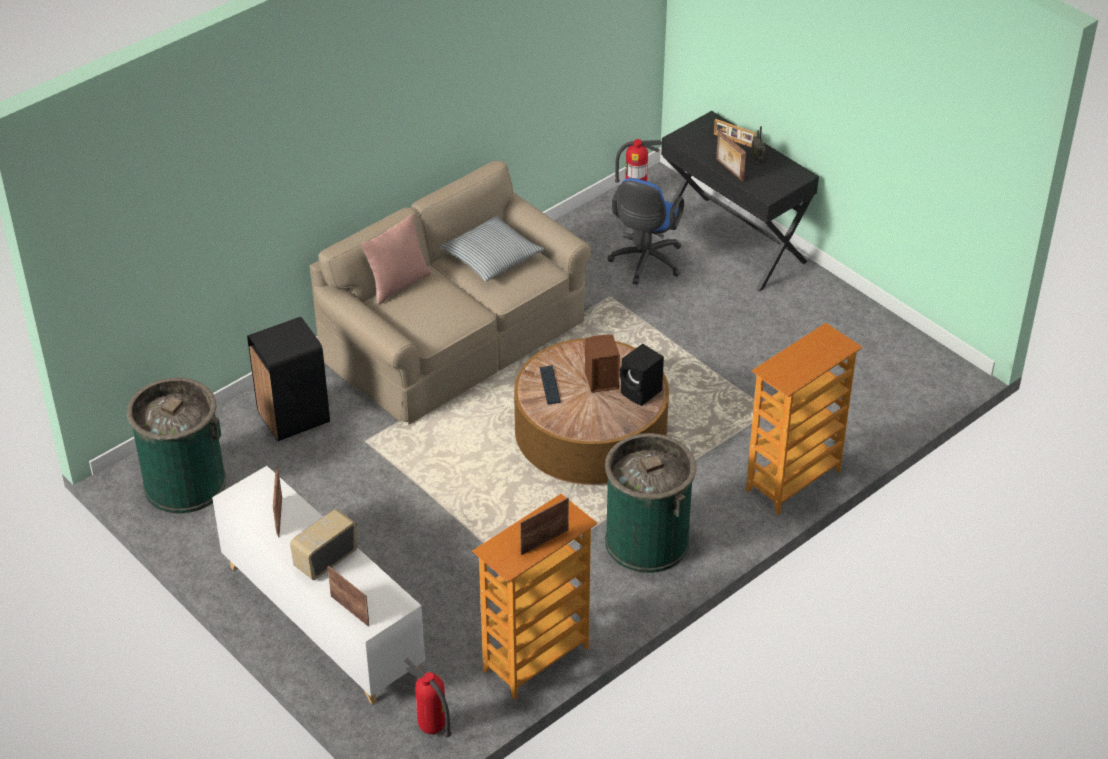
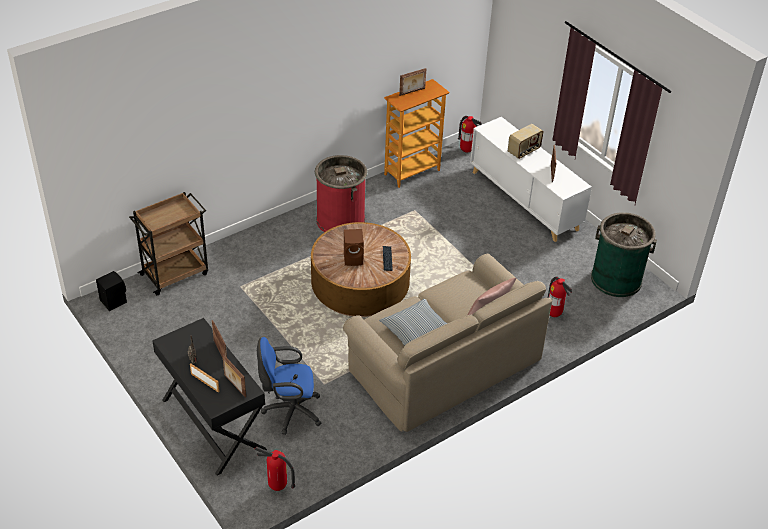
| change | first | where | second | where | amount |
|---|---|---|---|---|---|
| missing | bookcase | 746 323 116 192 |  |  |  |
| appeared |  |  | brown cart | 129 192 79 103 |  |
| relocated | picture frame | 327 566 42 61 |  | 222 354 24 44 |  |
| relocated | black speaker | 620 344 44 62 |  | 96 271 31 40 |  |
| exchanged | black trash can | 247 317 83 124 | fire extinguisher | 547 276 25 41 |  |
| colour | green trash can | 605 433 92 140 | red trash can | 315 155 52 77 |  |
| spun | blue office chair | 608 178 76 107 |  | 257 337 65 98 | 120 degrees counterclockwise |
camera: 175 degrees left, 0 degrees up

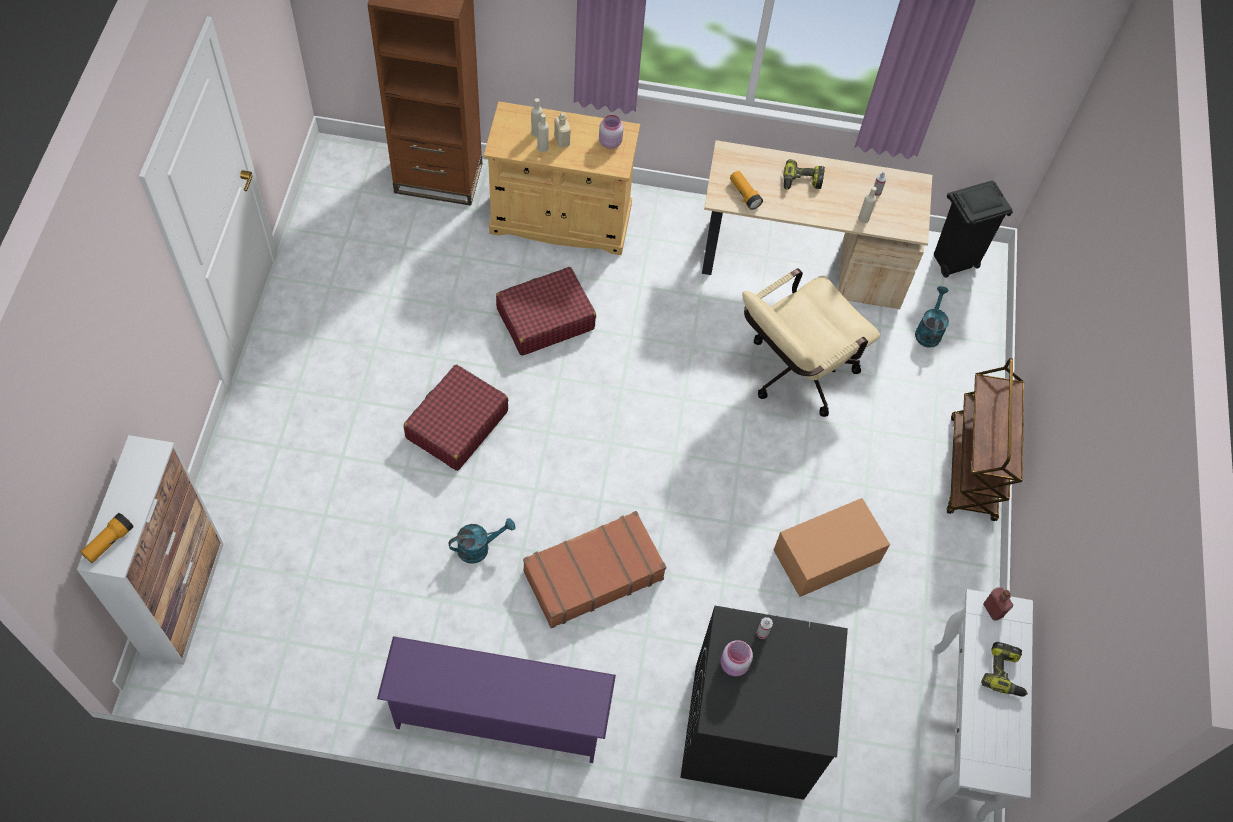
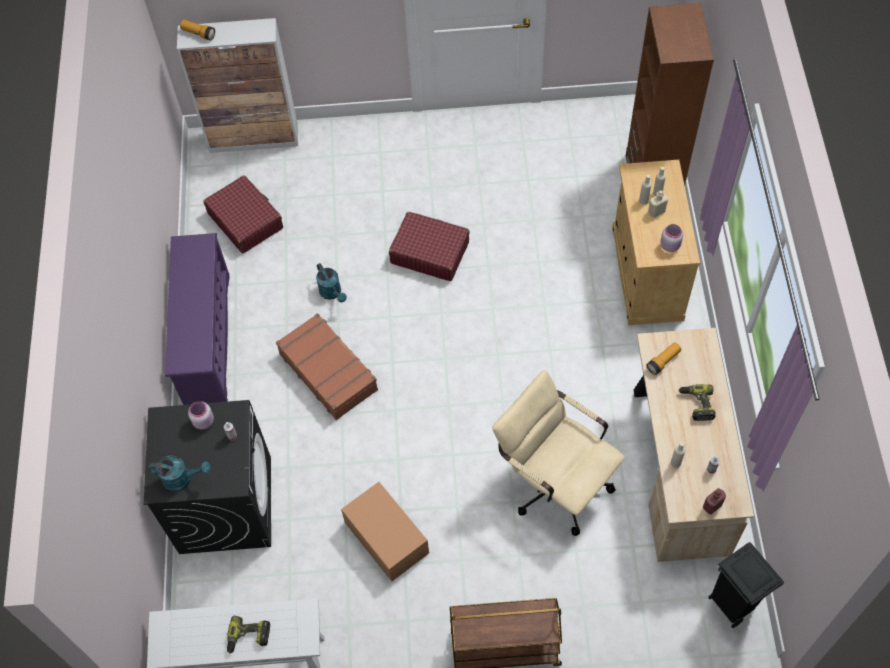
| change | first | where | second | where | amount |
|---|---|---|---|---|---|
| relocated | red suitcase | 496 267 100 89 |  | 203 175 80 79 |  |
| relocated | turquoise watering can | 915 286 34 62 |  | 148 456 63 36 |  |
| relocated | red bottle | 983 587 30 34 |  | 703 488 23 26 |  |
camera: 85 degrees right, 0 degrees up

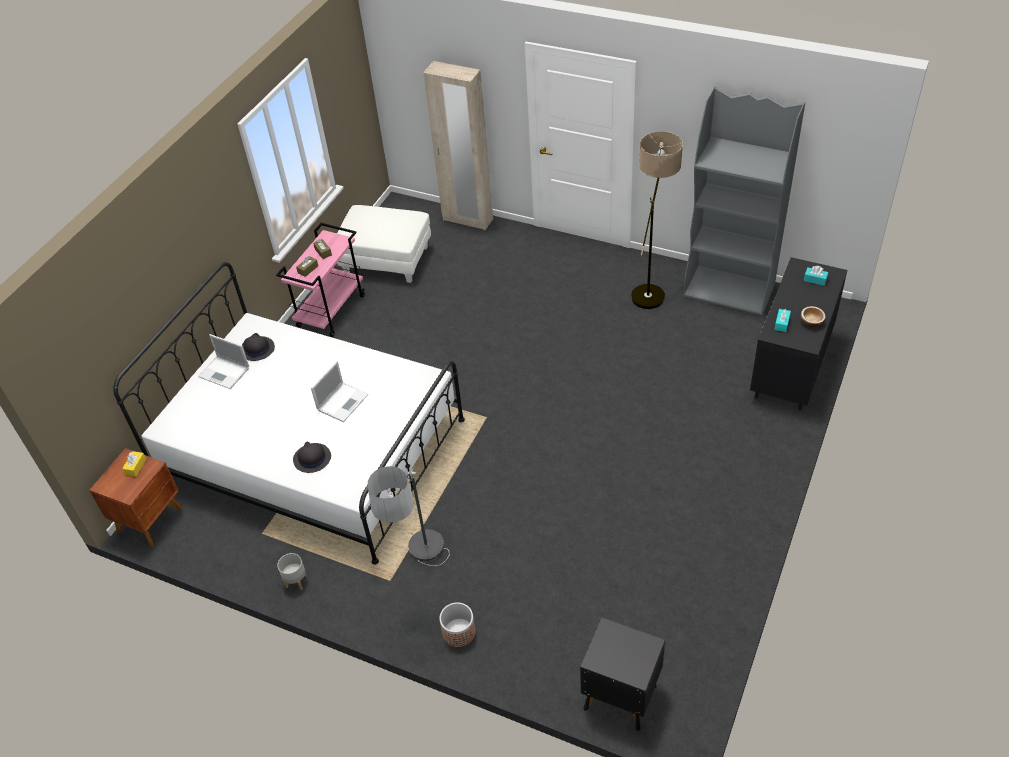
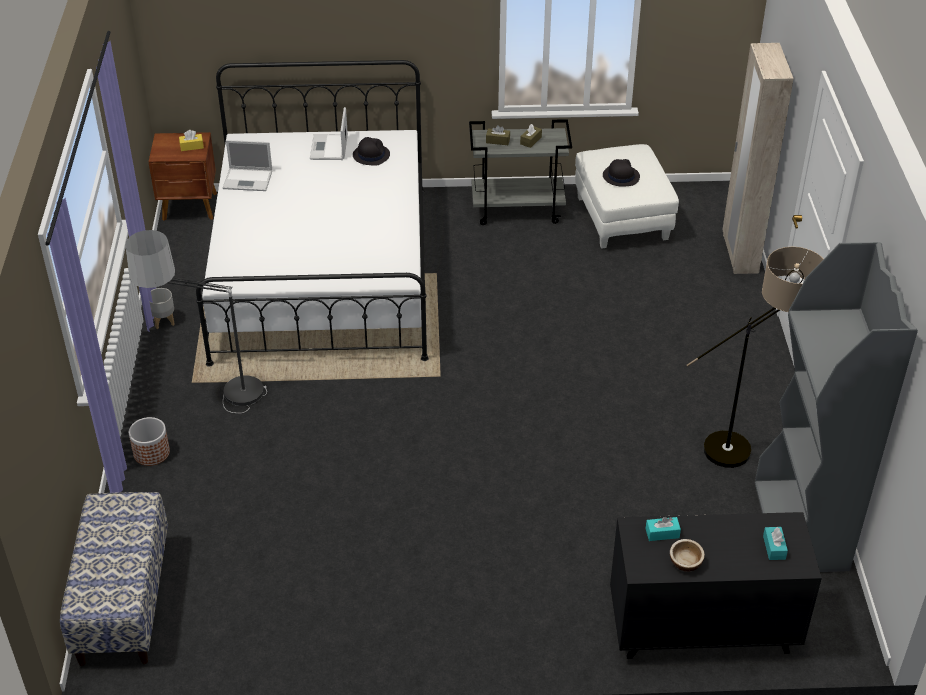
| change | first | where | second | where | amount |
|---|---|---|---|---|---|
| relocated | black hat | 293 442 38 31 |  | 603 159 37 28 |  |
| relocated | laptop | 311 361 57 61 |  | 223 140 49 51 |  |
| exchanged | black nightstand | 580 617 85 114 | bench | 60 492 108 174 |  |
| colour | pink cart | 276 223 89 114 | grey cart | 469 119 103 106 |  |
camera: 60 degrees right, 5 degrees down

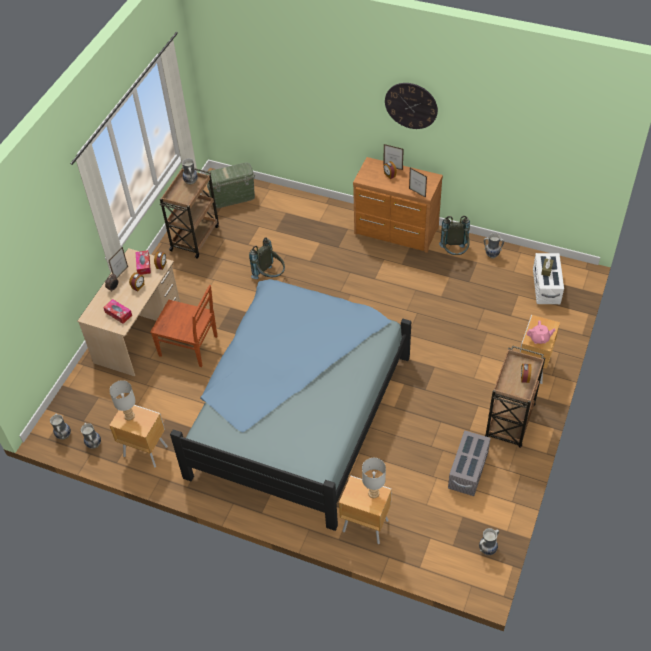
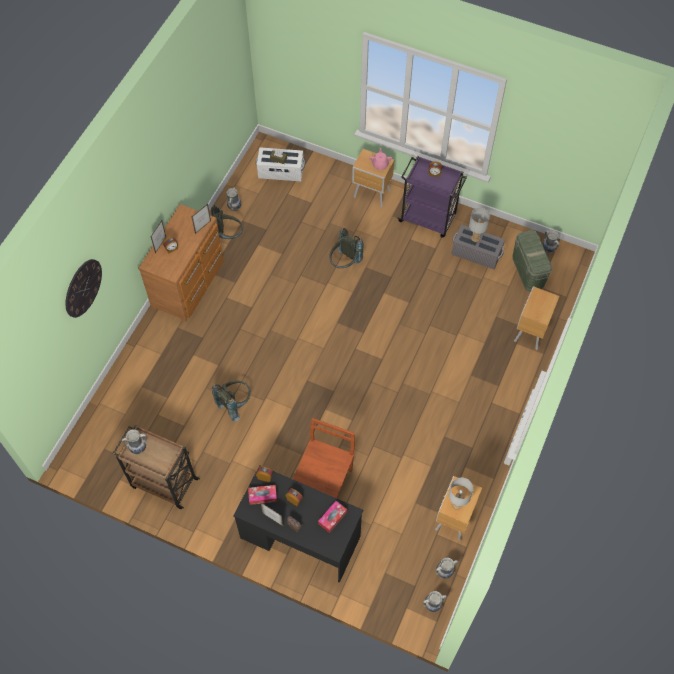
| change | first | where | second | where | amount |
|---|---|---|---|---|---|
| missing | blue bed | 170 279 241 252 |  |  |  |
| appeared |  |  | grey backpack | 329 228 35 40 |  |
| relocated | green storage box | 206 162 49 46 |  | 512 230 40 61 |  |
| relocated | grey table lamp | 362 458 24 40 |  | 469 208 21 34 |  |
| relocated | wall clock | 385 83 53 46 |  | 65 259 37 59 |  |
| colour | beige desk | 77 248 103 129 | black desk | 233 465 130 118 |  |
| colour | brown cart | 485 346 60 102 | purple cart | 397 156 70 82 |  |
camera: 90 degrees left, 10 degrees up

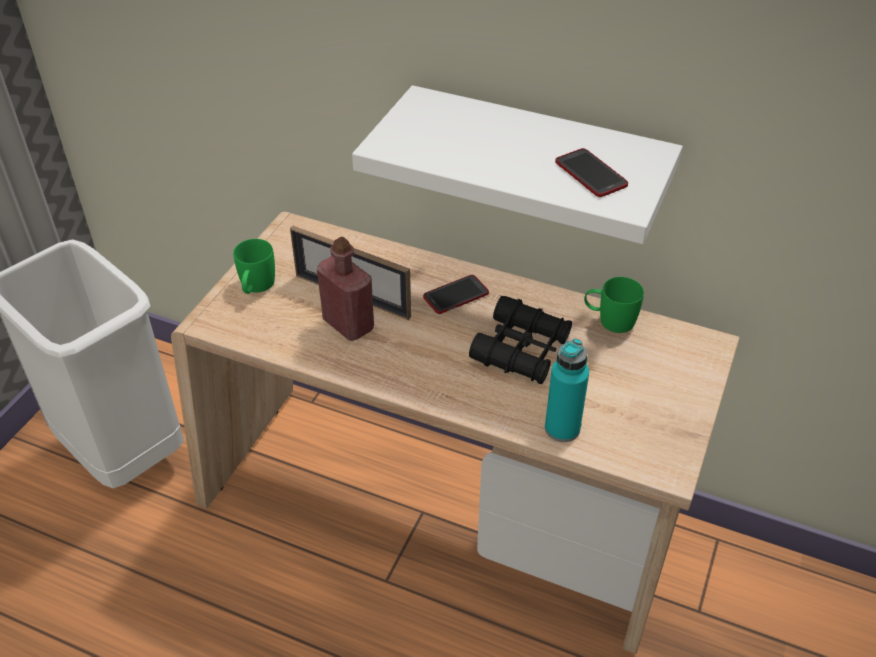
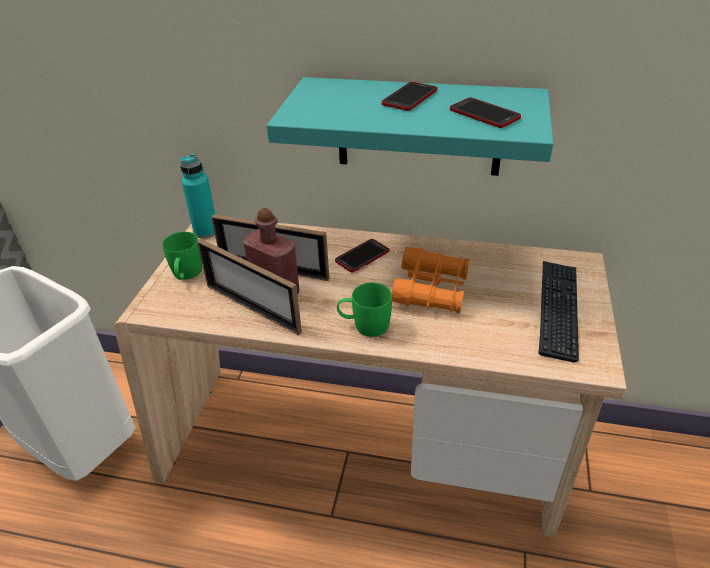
| change | first | where | second | where | amount |
|---|---|---|---|---|---|
| appeared |  |  | picture frame | 197 239 105 96 |  |
| appeared |  |  | phone | 382 82 55 29 |  |
| appeared |  |  | keyboard | 538 261 41 102 |  |
| relocated | turquoise bottle | 545 338 44 104 |  | 180 153 35 85 |  |
| relocated | green mug | 584 277 60 56 |  | 337 282 55 55 |  |
| colour | white shelf | 352 85 331 159 | turquoise shelf | 267 77 287 99 |  |
| colour | black binoculars | 469 296 103 88 | orange binoculars | 392 247 78 66 |  |
camera: 10 degrees left, 5 degrees down

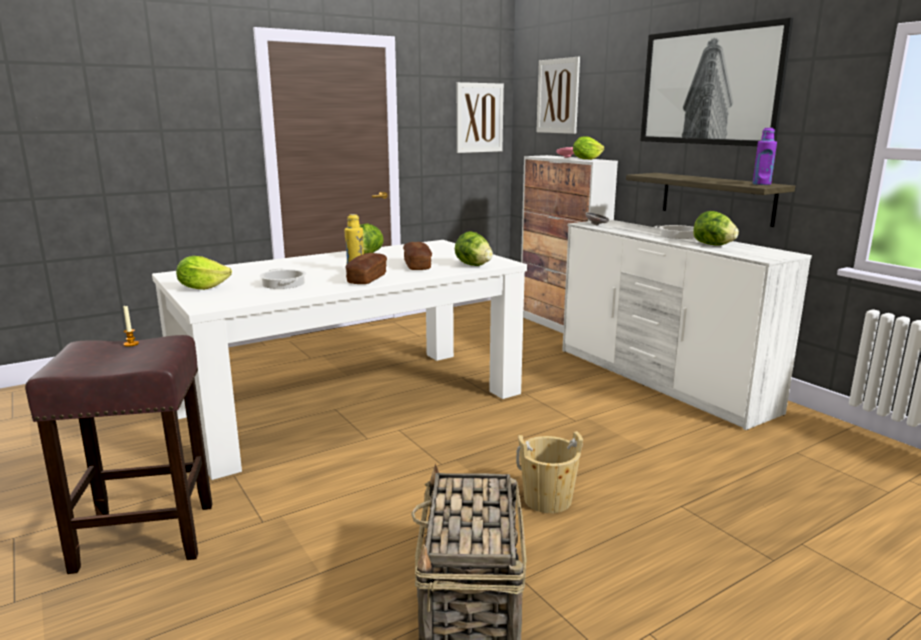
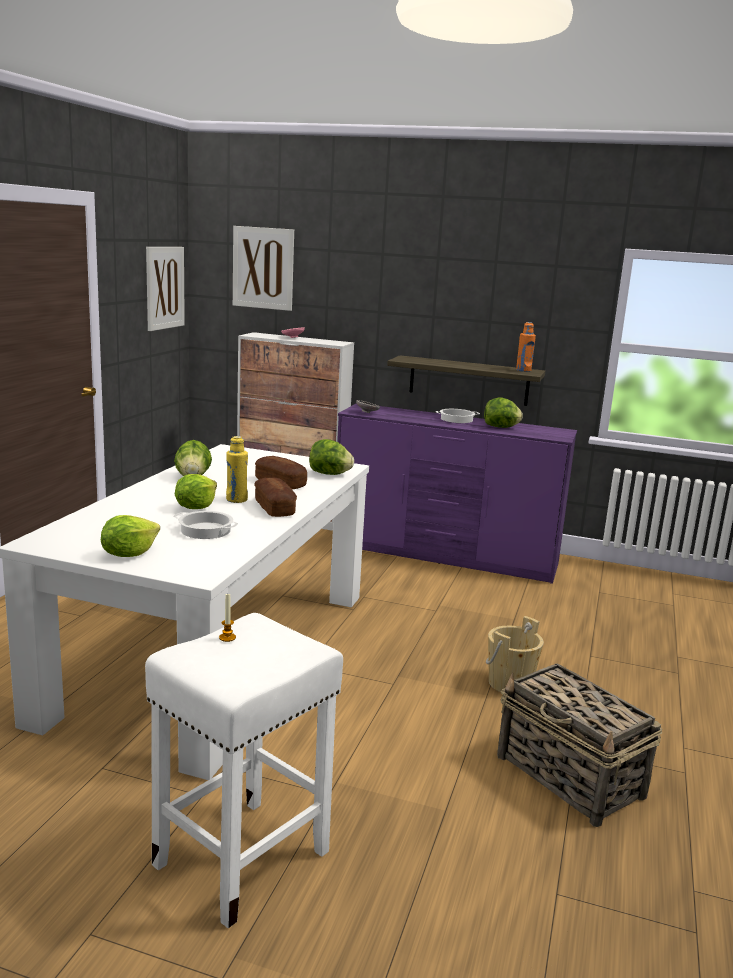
| change | first | where | second | where | amount |
|---|---|---|---|---|---|
| missing | picture | 640 17 153 129 |  |  |  |
| relocated | lettuce | 573 136 32 24 |  | 175 474 42 35 |  |
| colour | brown stool | 25 335 187 239 | white stool | 145 613 198 315 |  |
| colour | white dresser | 562 219 250 211 | purple dresser | 337 403 240 181 |  |
| colour | purple bottle | 753 128 24 57 | orange bottle | 516 322 20 50 |  |
camera: 40 degrees left, 0 degrees up

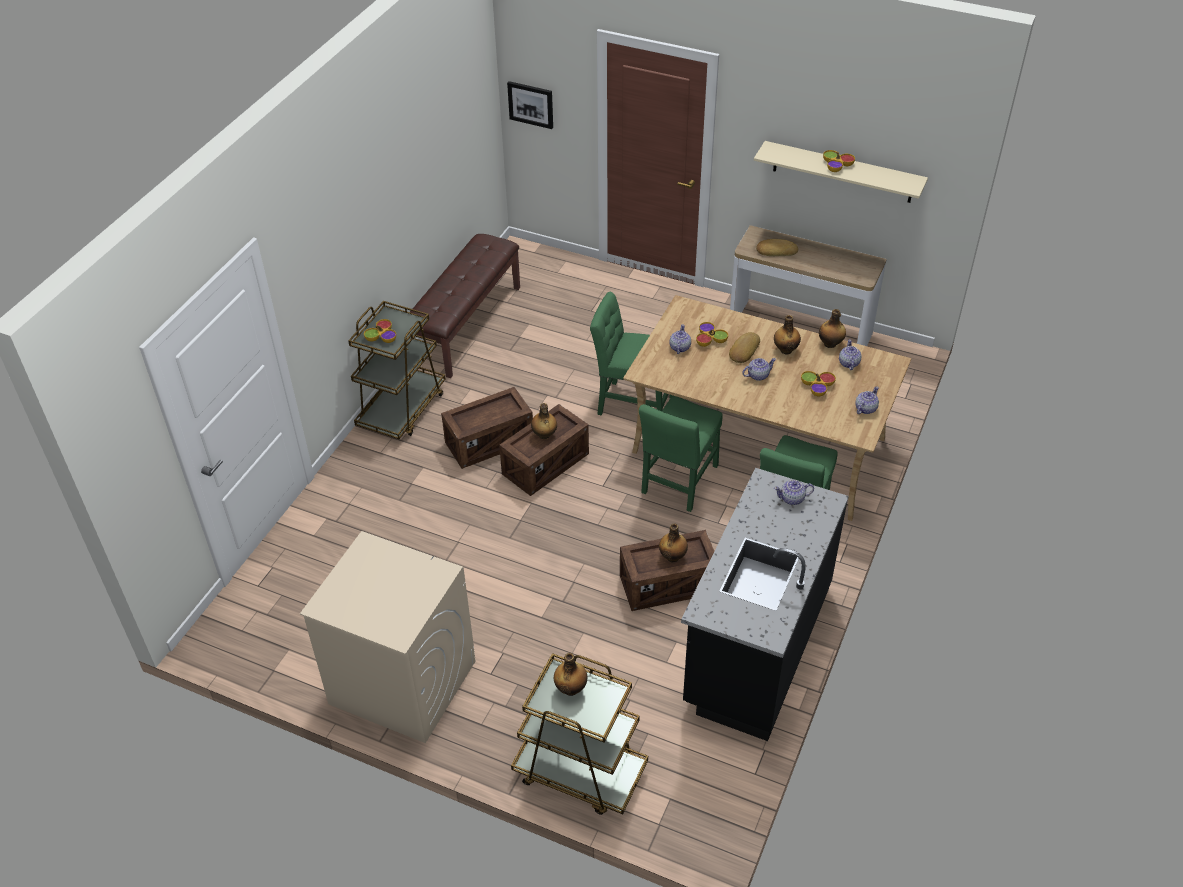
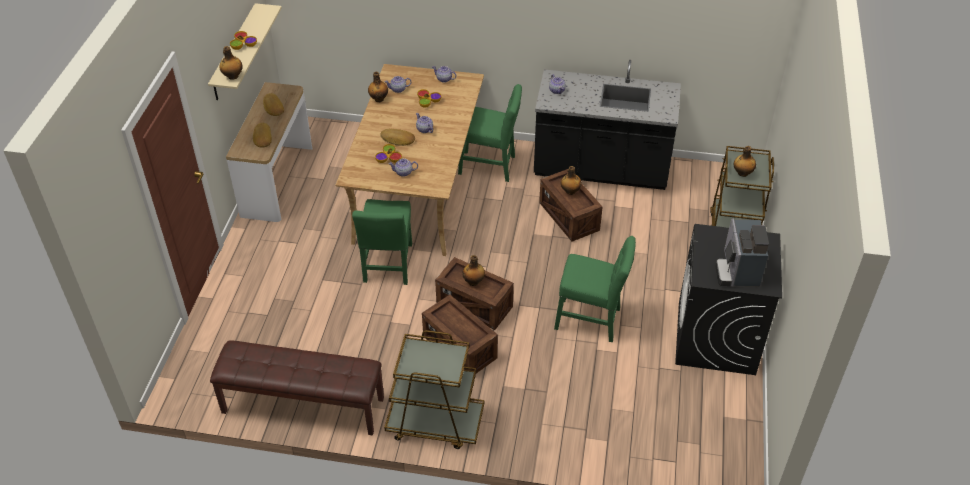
| change | first | where | second | where | amount |
|---|---|---|---|---|---|
| missing | bowl | 364 319 32 24 |  |  |  |
| missing | picture | 507 81 46 48 |  |  |  |
| appeared |  |  | bread | 263 93 21 23 |  |
| appeared |  |  | coffee machine | 715 218 54 68 |  |
| relocated | green chair | 639 396 83 116 |  | 554 236 82 106 |  |
| relocated | bottle | 774 315 27 39 |  | 219 46 24 34 |  |
| colour | beige washing machine | 300 531 176 212 | black washing machine | 675 224 107 151 |  |
camera: 105 degrees left, 0 degrees up

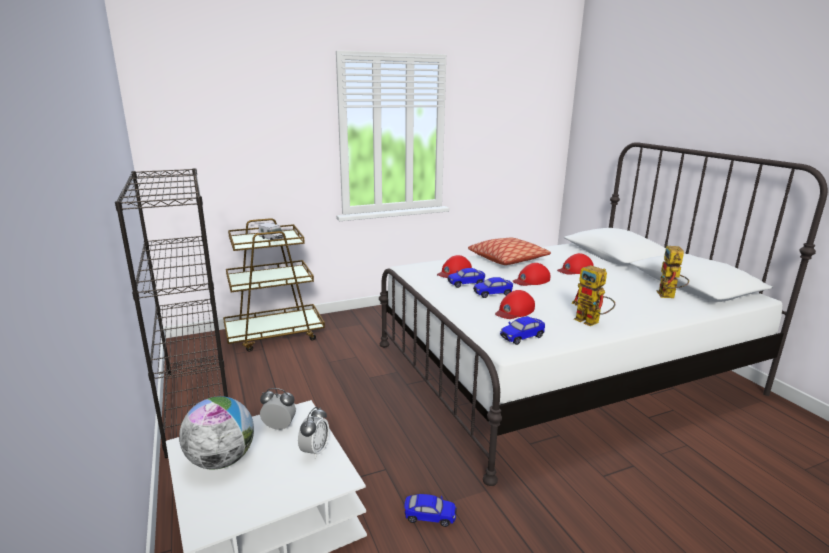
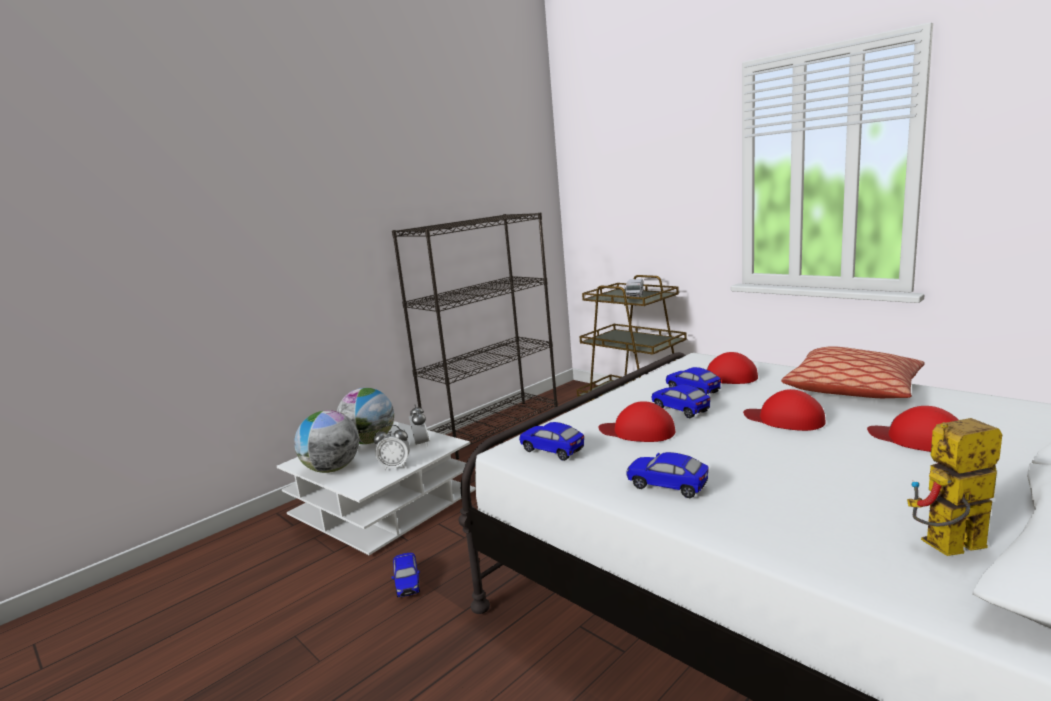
| change | first | where | second | where | amount |
|---|---|---|---|---|---|
| appeared |  |  | globe | 294 410 65 63 |  |
| exchanged | toy robot | 572 265 43 61 | toy car | 626 452 83 46 |  |
camera: 70 degrees right, 5 degrees down

